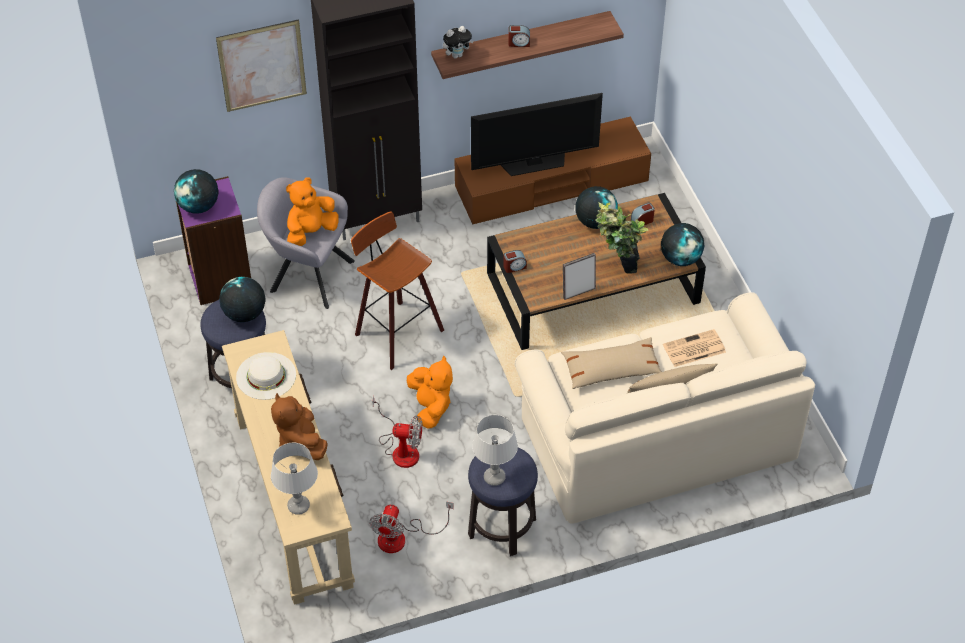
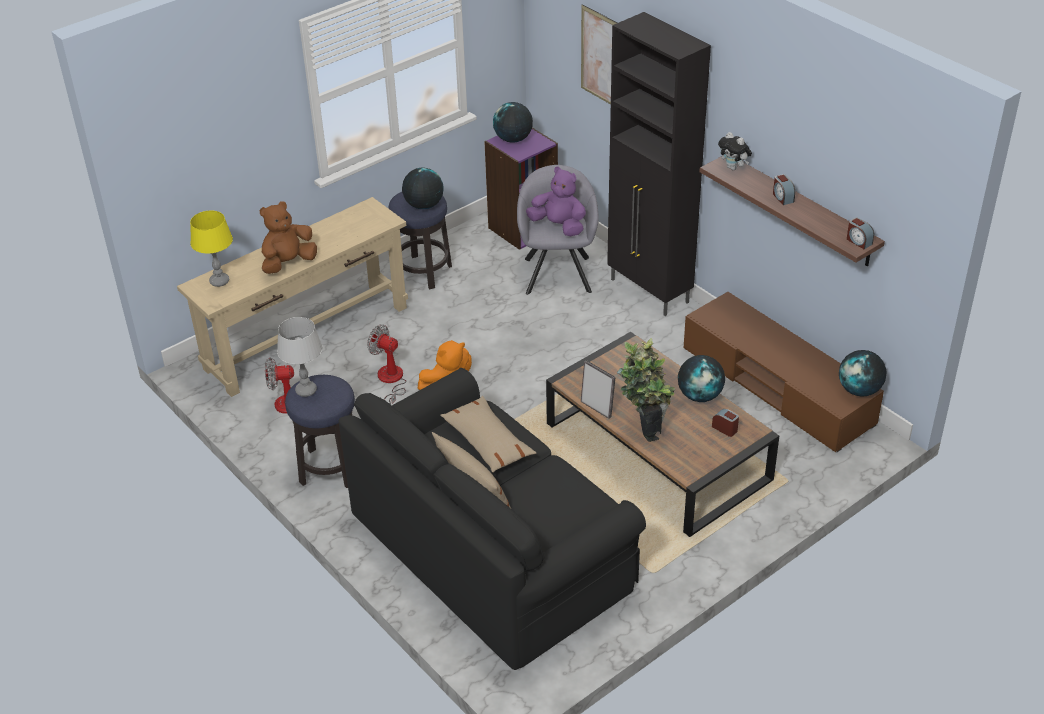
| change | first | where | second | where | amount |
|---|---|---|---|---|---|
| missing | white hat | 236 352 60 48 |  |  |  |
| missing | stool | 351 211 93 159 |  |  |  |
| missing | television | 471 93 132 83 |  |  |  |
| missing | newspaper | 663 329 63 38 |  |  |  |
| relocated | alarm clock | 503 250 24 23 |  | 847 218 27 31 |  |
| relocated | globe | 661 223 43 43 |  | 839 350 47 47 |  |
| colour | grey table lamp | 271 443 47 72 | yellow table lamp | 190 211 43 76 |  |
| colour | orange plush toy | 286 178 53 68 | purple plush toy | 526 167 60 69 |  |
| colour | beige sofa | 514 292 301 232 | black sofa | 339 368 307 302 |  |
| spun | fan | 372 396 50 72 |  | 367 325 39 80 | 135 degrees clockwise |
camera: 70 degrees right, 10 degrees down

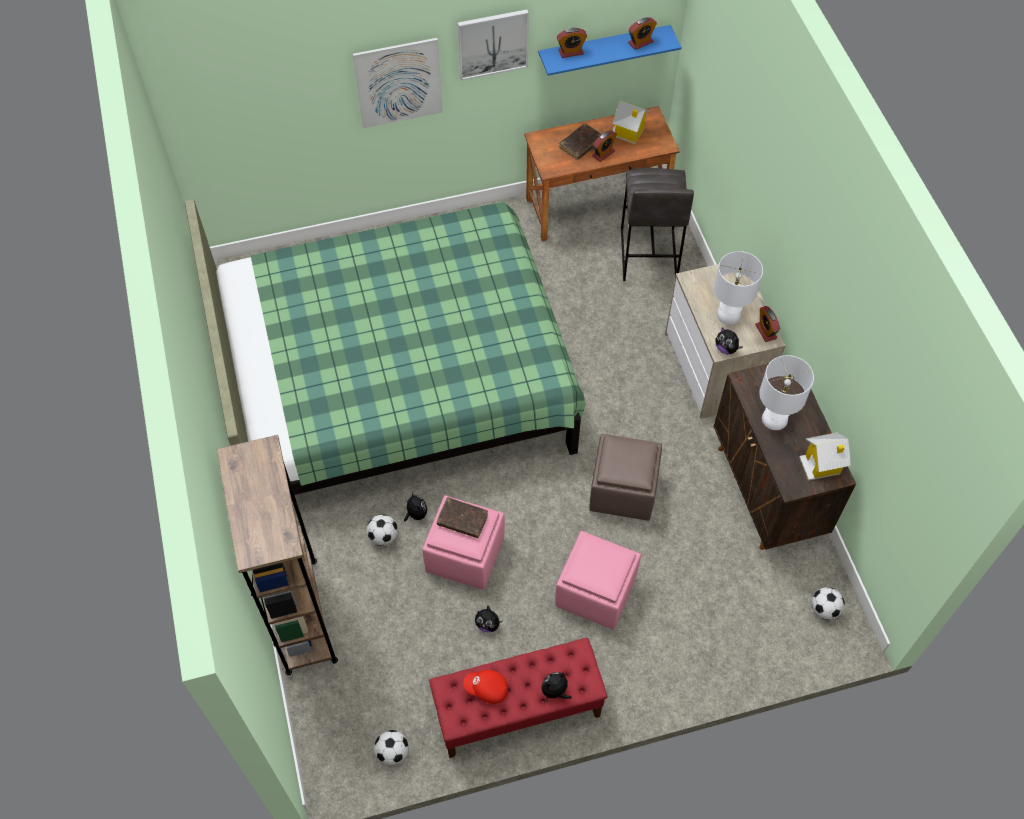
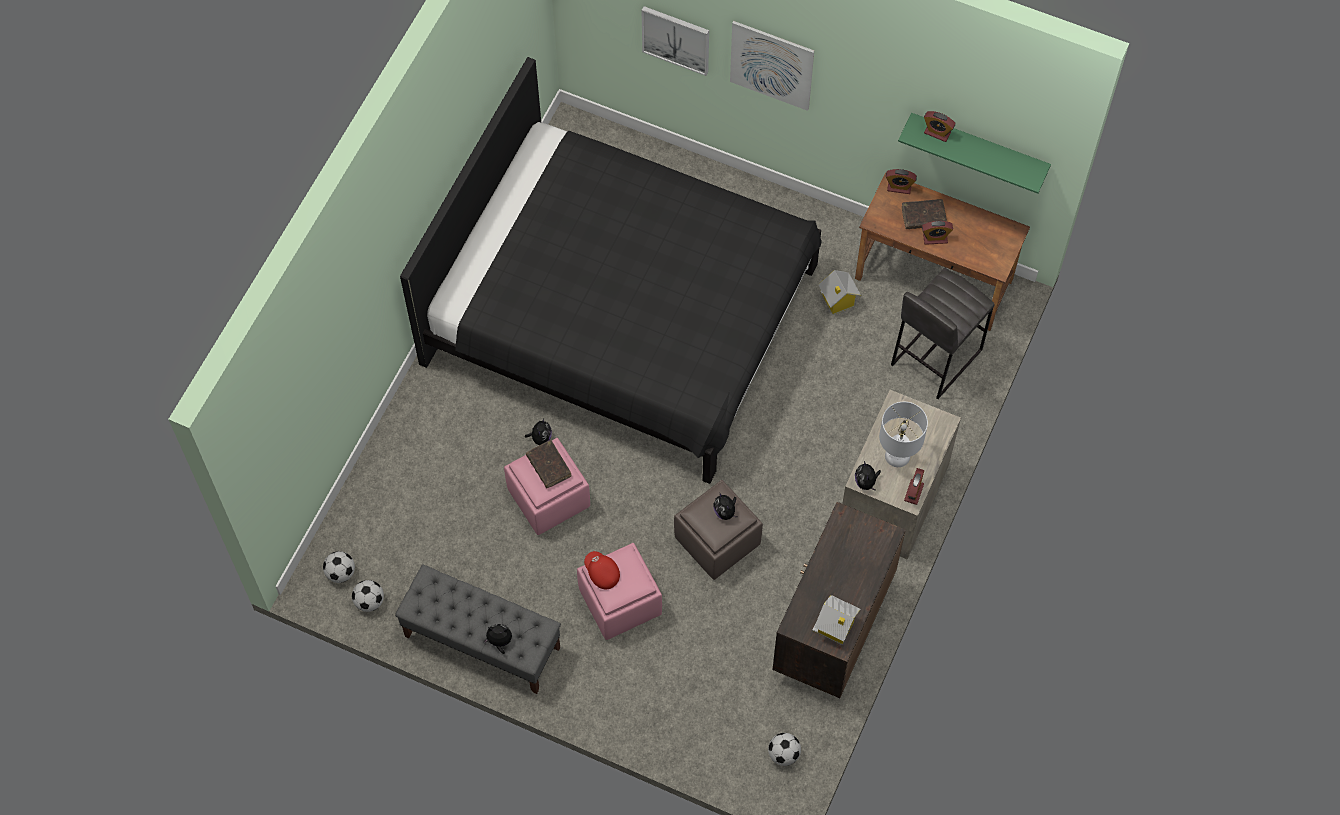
| change | first | where | second | where | amount |
|---|---|---|---|---|---|
| missing | brown bookcase | 217 435 121 240 |  |  |  |
| missing | white table lamp | 759 355 55 75 |  |  |  |
| relocated | football | 366 514 32 32 |  | 323 551 32 32 |  |
| relocated | picture | 458 10 71 70 |  | 641 6 68 70 |  |
| relocated | red cap | 463 670 45 34 |  | 584 551 36 39 |  |
| relocated | plush toy | 475 605 29 28 |  | 713 493 25 27 |  |
| relocated | toy house | 612 101 38 43 |  | 818 270 43 45 |  |
| relocated | alarm clock | 628 17 29 33 |  | 886 169 31 25 |  |
| colour | green bed | 185 199 401 296 | black bed | 400 57 422 427 |  |
| colour | red bench | 429 638 178 120 | grey bench | 395 565 166 129 |  |
| colour | blue shelf | 538 25 144 51 | green shelf | 898 113 153 81 |  |
camera: 40 degrees right, 5 degrees up

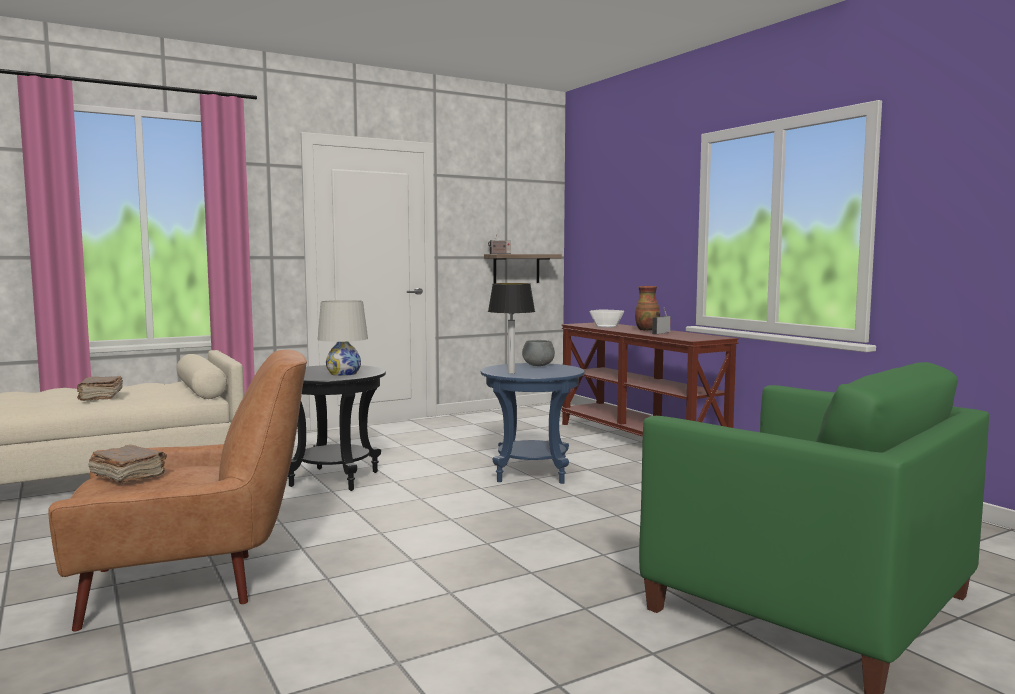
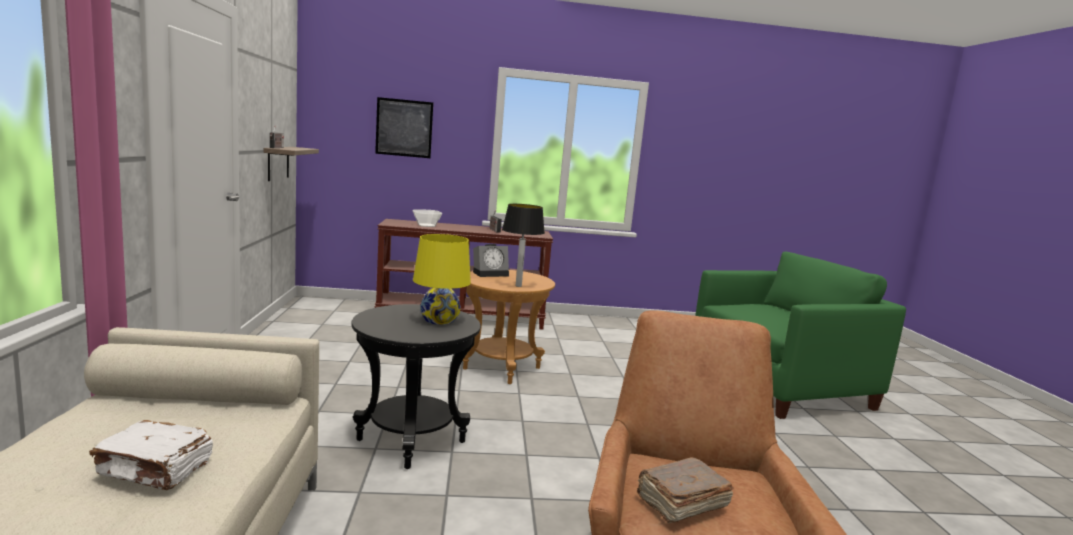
| change | first | where | second | where | amount |
|---|---|---|---|---|---|
| missing | vase | 635 286 25 45 |  |  |  |
| appeared |  |  | picture | 375 97 58 61 |  |
| exchanged | grey bowl | 522 340 33 26 | alarm clock | 473 244 36 33 |  |
| colour | brown book | 77 376 46 25 | white book | 89 420 124 70 |  |
| colour | white table lamp | 318 300 50 76 | yellow table lamp | 413 234 58 91 |  |
| colour | blue side table | 481 363 104 121 | brown side table | 462 270 93 114 |  |
camera: 65 degrees left, 5 degrees up

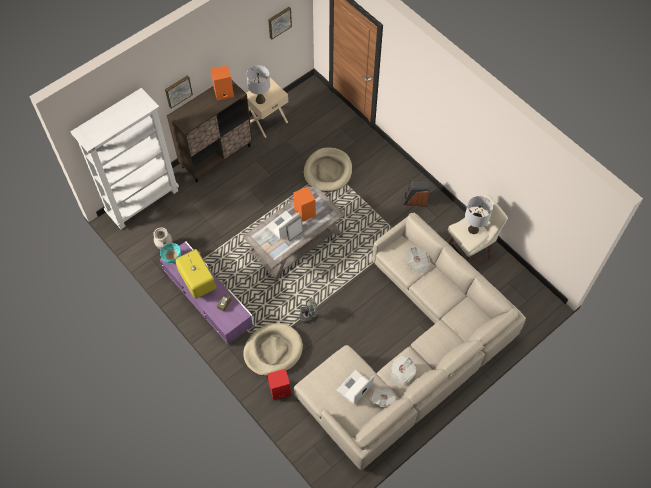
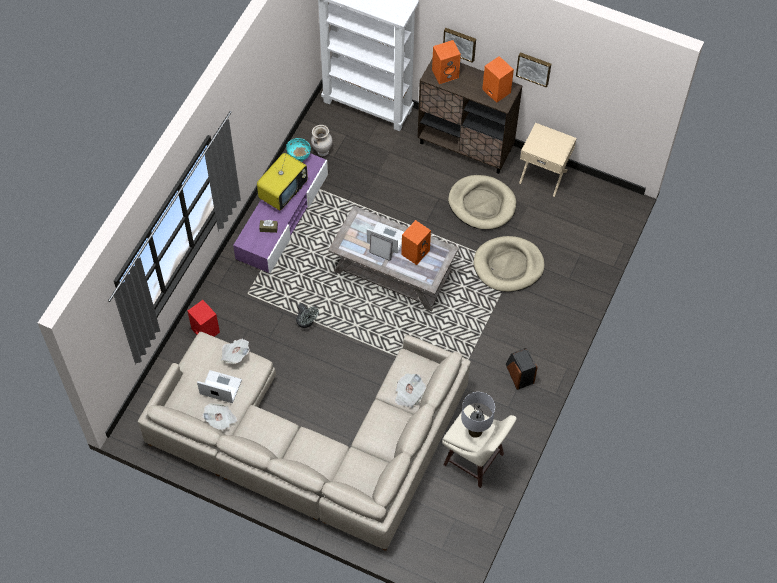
| change | first | where | second | where | amount |
|---|---|---|---|---|---|
| missing | grey table lamp | 247 65 23 39 |  |  |  |
| appeared |  |  | orange speaker | 432 40 29 44 |  |
| relocated | beige dog bed | 243 323 60 53 |  | 448 175 68 55 |  |
| relocated | picture | 268 7 24 32 |  | 516 52 35 36 |  |
| relocated | newspaper | 389 356 27 29 |  | 221 339 29 25 |  |
camera: 65 degrees right, 0 degrees up

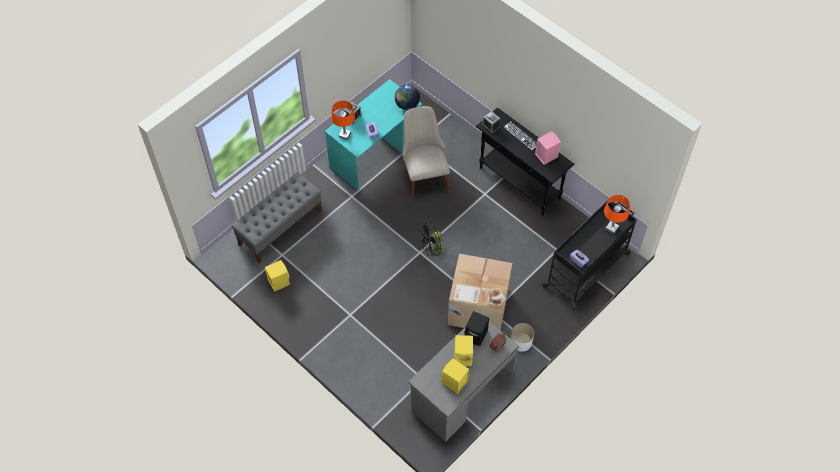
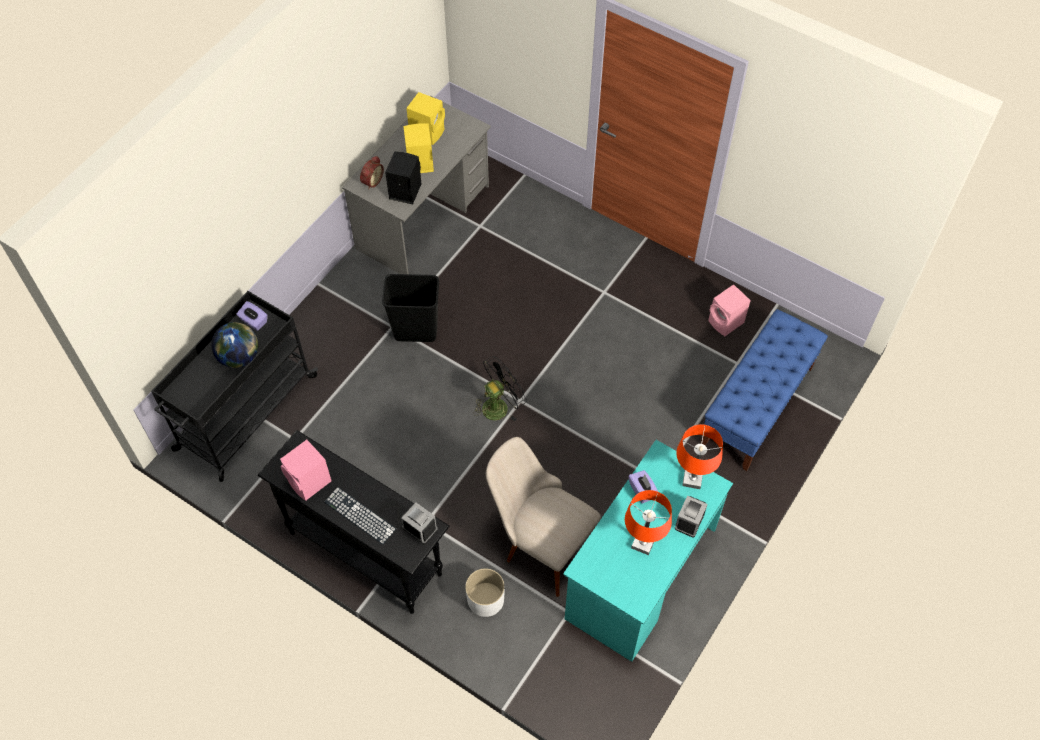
| change | first | where | second | where | amount |
|---|---|---|---|---|---|
| relocated | globe | 395 85 25 25 |  | 211 322 47 46 |  |
| relocated | white planter | 511 323 23 29 |  | 465 568 40 49 |  |
| relocated | orange table lamp | 604 195 26 39 |  | 625 490 47 65 |  |
| exchanged | cardboard box | 448 254 64 76 | black trash can | 382 274 57 68 |  |
| colour | grey bench | 231 172 91 92 | blue bench | 700 309 128 162 |  |
| colour | yellow speaker | 265 260 25 32 | pink speaker | 708 284 43 52 |  |
| spun | beige chair | 402 106 48 94 |  | 486 437 115 160 | 150 degrees clockwise |
camera: 170 degrees right, 0 degrees up

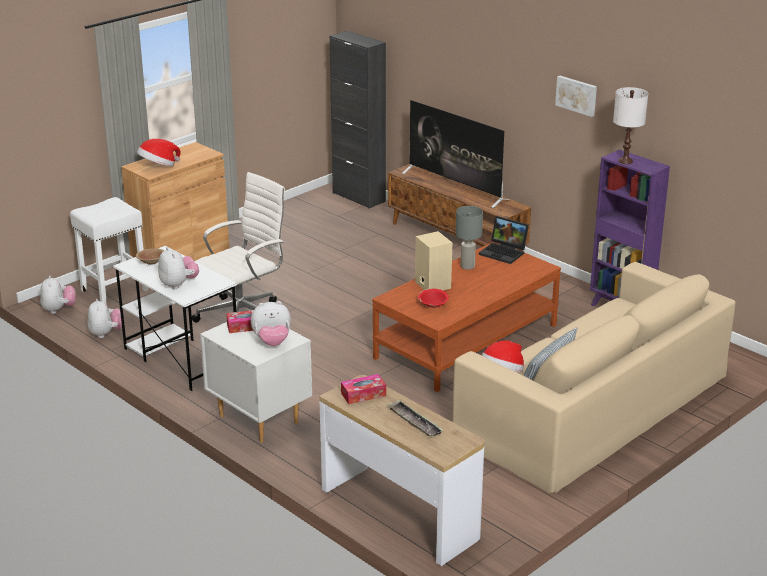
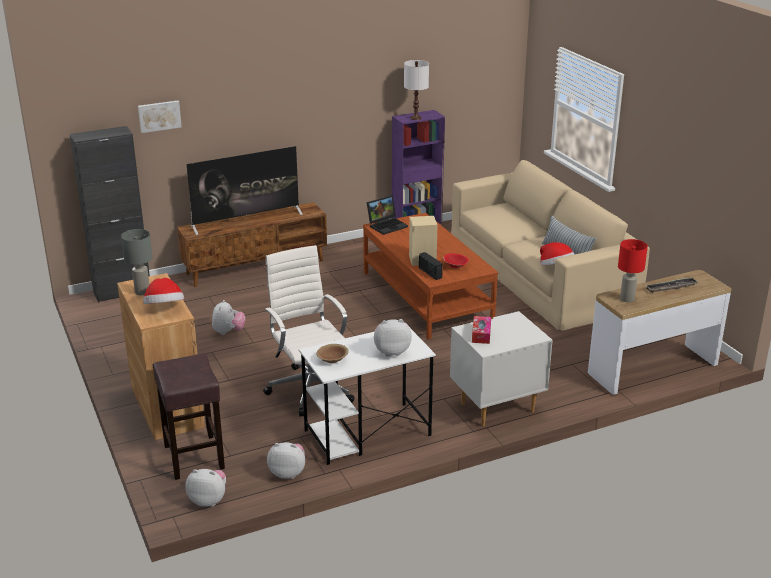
| change | first | where | second | where | amount |
|---|---|---|---|---|---|
| appeared |  |  | radio | 419 252 24 28 |  |
| relocated | plush toy | 251 301 40 45 |  | 212 300 33 35 |  |
| relocated | grey table lamp | 456 206 27 64 |  | 121 229 31 66 |  |
| relocated | picture | 555 76 42 41 |  | 138 100 44 33 |  |
| exchanged | tissue box | 341 374 45 30 | red table lamp | 618 239 30 63 |  |
| colour | white stool | 70 197 78 107 | brown stool | 153 353 72 127 |  |
camera: 70 degrees left, 0 degrees up

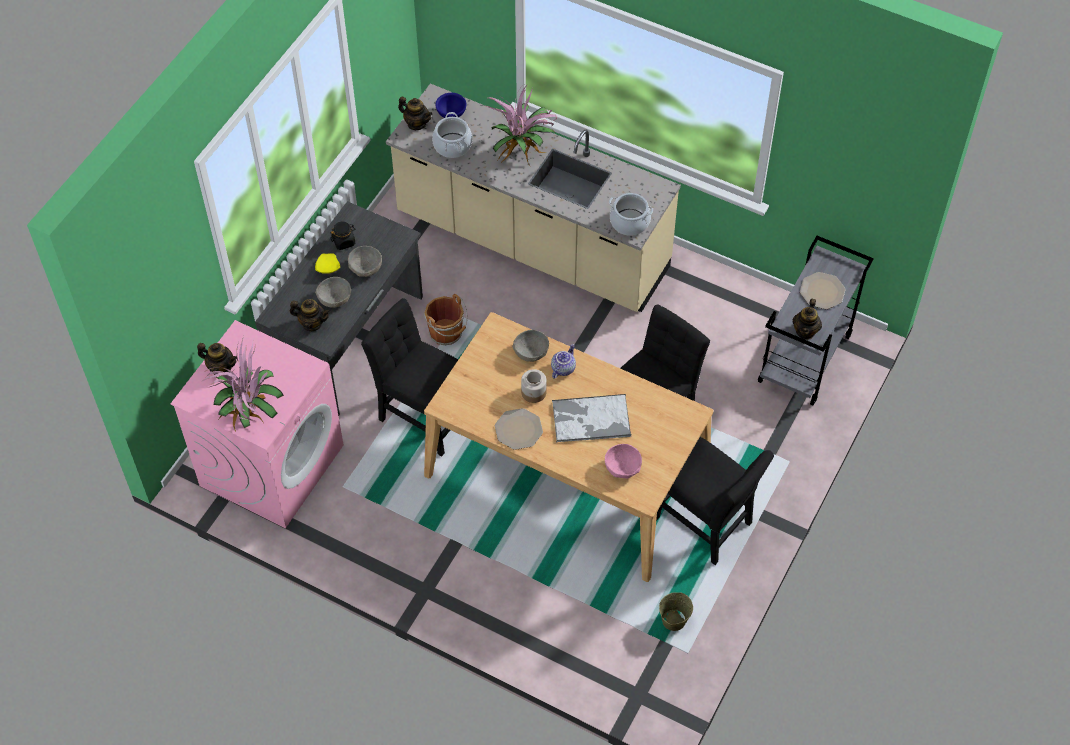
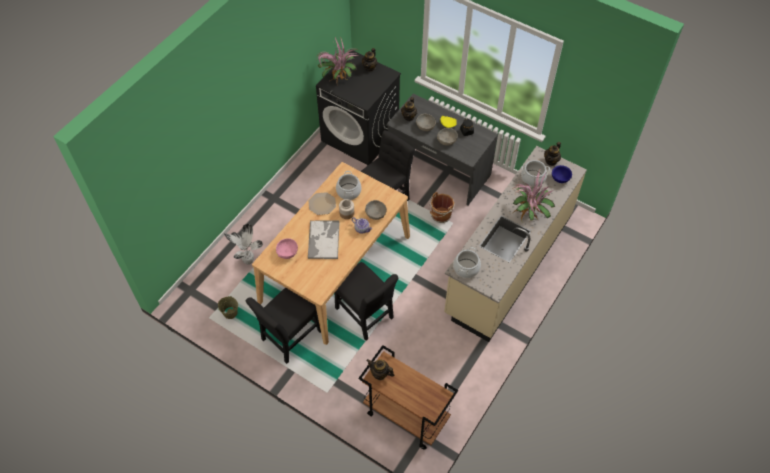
| change | first | where | second | where | amount |
|---|---|---|---|---|---|
| missing | plate | 800 272 46 37 |  |  |  |
| appeared |  |  | potted plant | 224 224 39 41 |  |
| appeared |  |  | cooking pot | 336 171 25 29 |  |
| colour | pink washing machine | 171 320 173 208 | black washing machine | 316 49 85 116 |  |
| colour | grey cart | 757 236 117 169 | brown cart | 358 345 100 105 |  |
camera: 95 degrees right, 0 degrees up

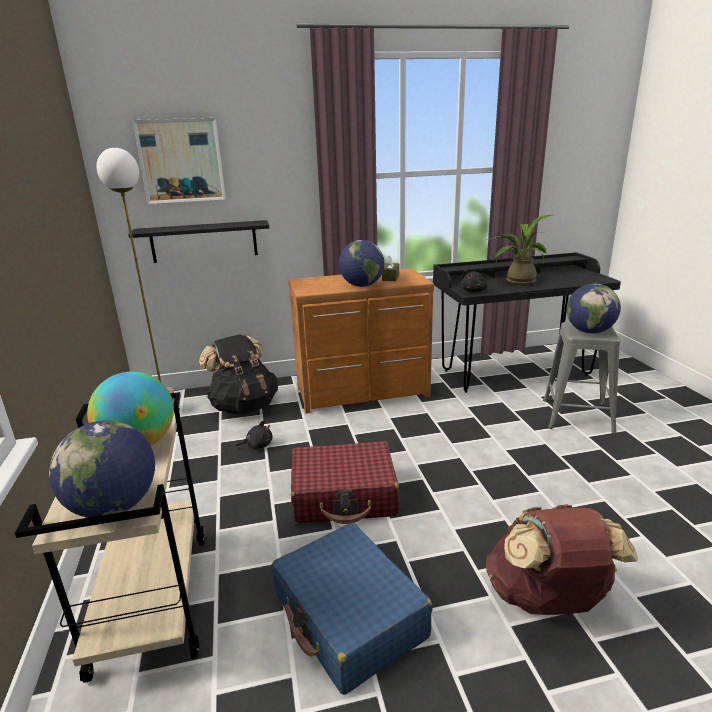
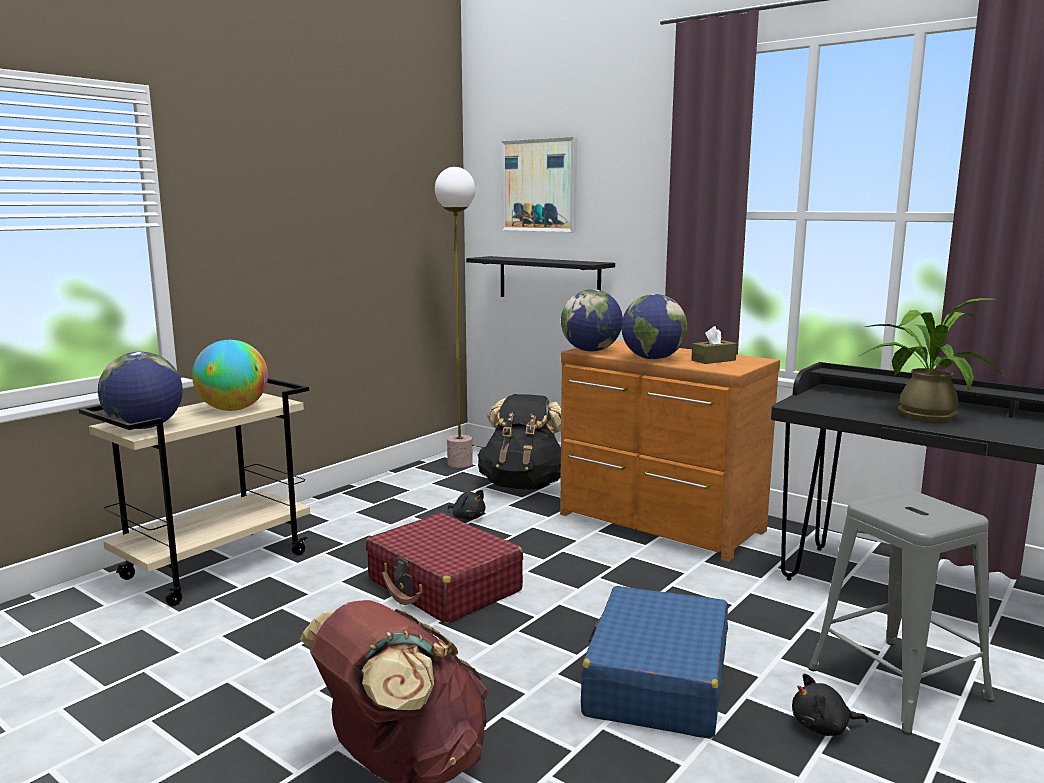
| change | first | where | second | where | amount |
|---|---|---|---|---|---|
| relocated | blue suitcase | 271 523 161 172 |  | 581 586 147 153 |  |
| relocated | black plush toy | 461 270 26 22 |  | 792 674 77 62 |  |
| relocated | globe | 567 284 54 49 |  | 561 289 62 63 |  |
camera: 50 degrees right, 10 degrees down

